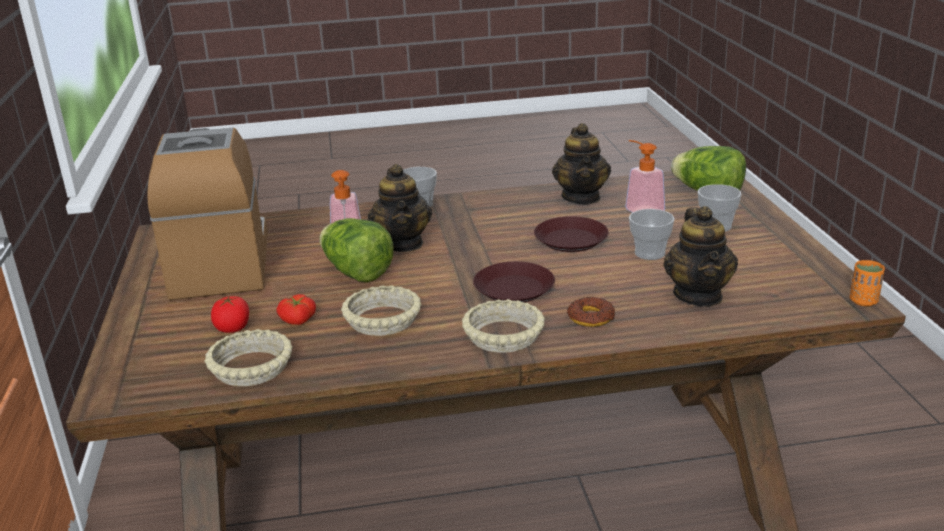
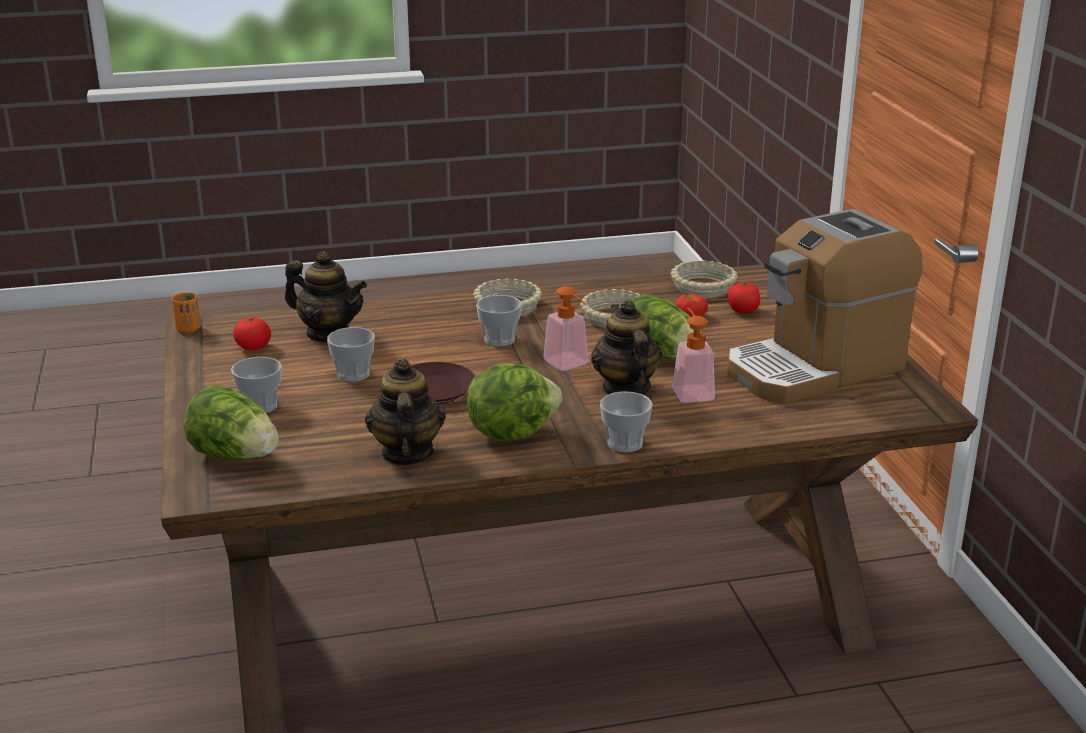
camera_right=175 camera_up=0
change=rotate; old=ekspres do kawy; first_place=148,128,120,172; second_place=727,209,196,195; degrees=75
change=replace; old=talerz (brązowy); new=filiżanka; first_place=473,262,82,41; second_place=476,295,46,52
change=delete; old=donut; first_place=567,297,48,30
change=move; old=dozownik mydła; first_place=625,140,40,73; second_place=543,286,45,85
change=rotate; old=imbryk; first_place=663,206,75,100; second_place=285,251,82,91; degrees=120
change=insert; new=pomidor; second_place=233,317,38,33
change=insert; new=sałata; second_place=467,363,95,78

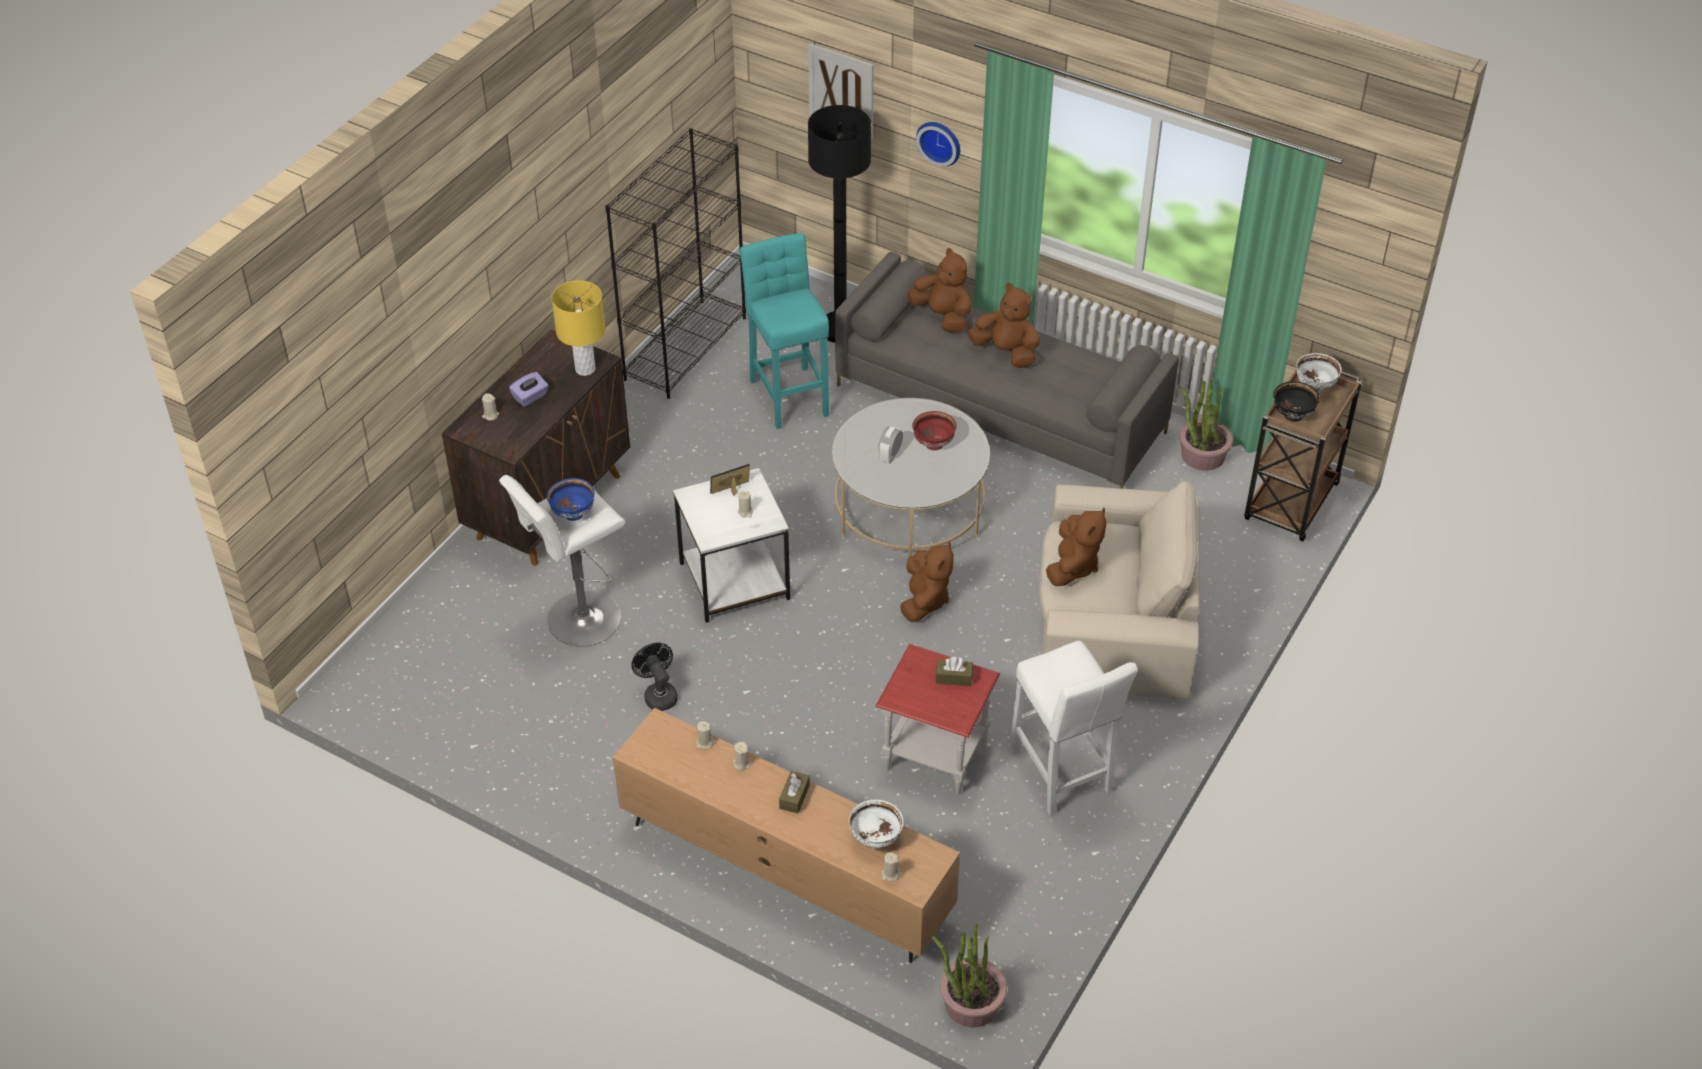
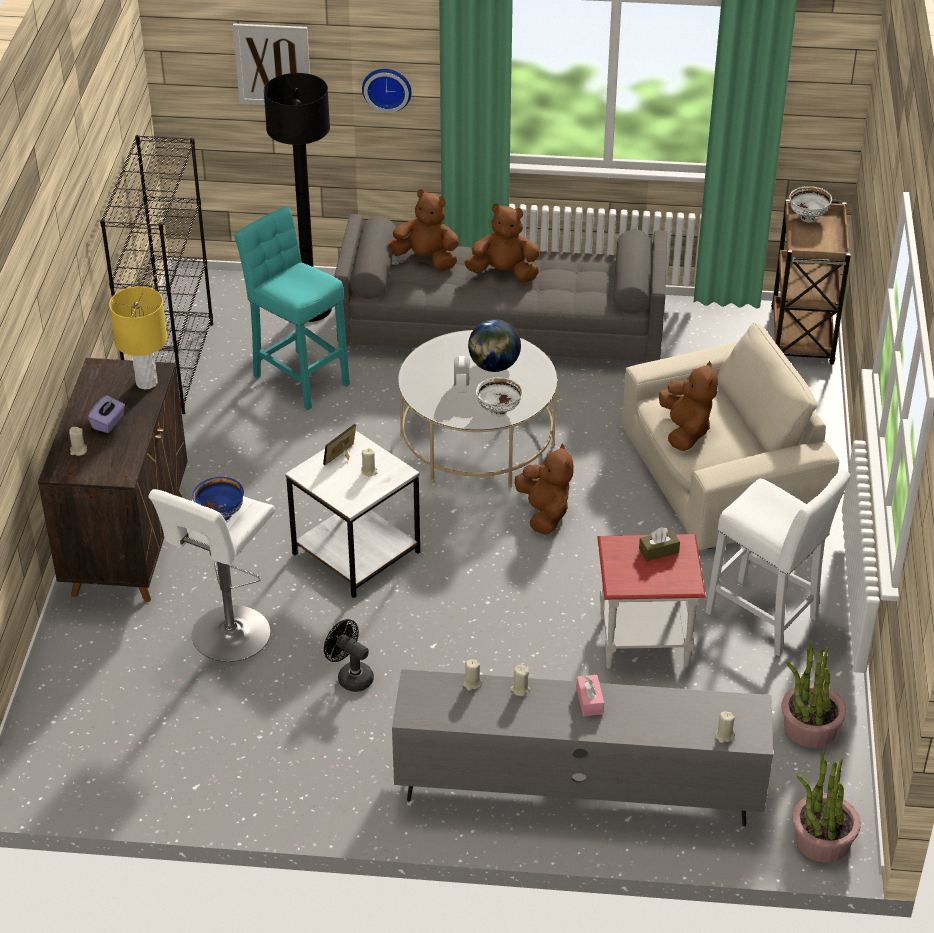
camera_right=-25 camera_up=-5
change=recolor; old=szafka pod telewizor (brązowy); new=szafka pod telewizor (szary); first_place=613,708,347,255; second_place=392,669,381,157
change=recolor; old=pudełko chusteczek (brązowy); new=pudełko chusteczek (różowy); first_place=779,771,31,43; second_place=576,675,28,41
change=move; old=miska (biały); first_place=849,800,54,48; second_place=476,377,47,40
change=replace; old=miska (czerwony); new=globus; first_place=912,411,45,39; second_place=468,319,53,53
change=move; old=roślina doniczkowa; first_place=1179,379,54,92; second_place=781,640,65,108
change=delete; old=miska (czarny); first_place=1273,381,47,41

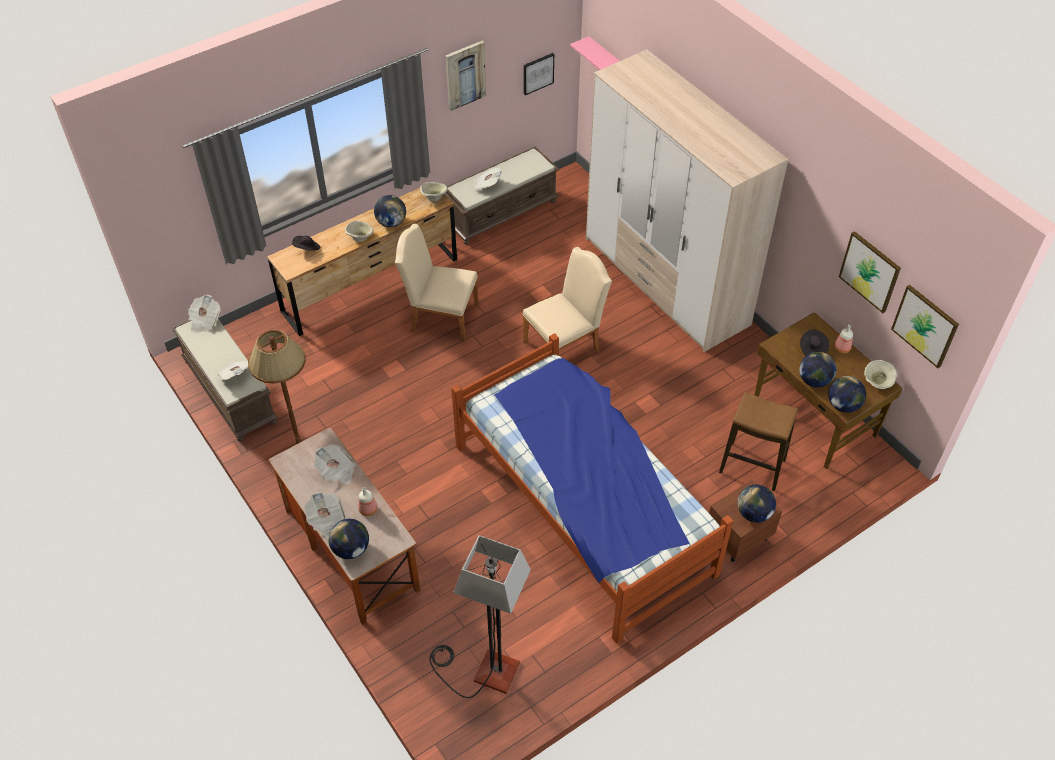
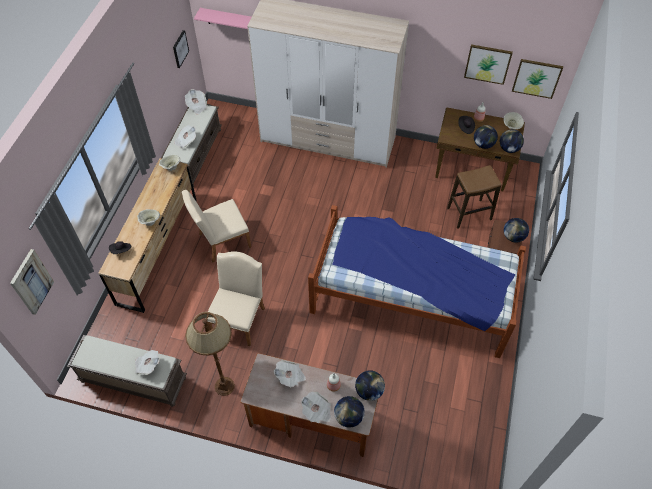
camera_right=-40 camera_up=5
change=move; old=gazeta; first_place=188,295,33,38; second_place=185,89,22,25
change=move; old=globus; first_place=374,195,32,32; second_place=355,370,30,31
change=delete; old=lampa stojąca; first_place=430,535,101,163
change=move; old=obraz; first_place=446,41,40,70; second_place=10,249,44,66
change=move; old=krzesło (beżowy); first_place=522,247,90,106; second_place=205,251,60,95

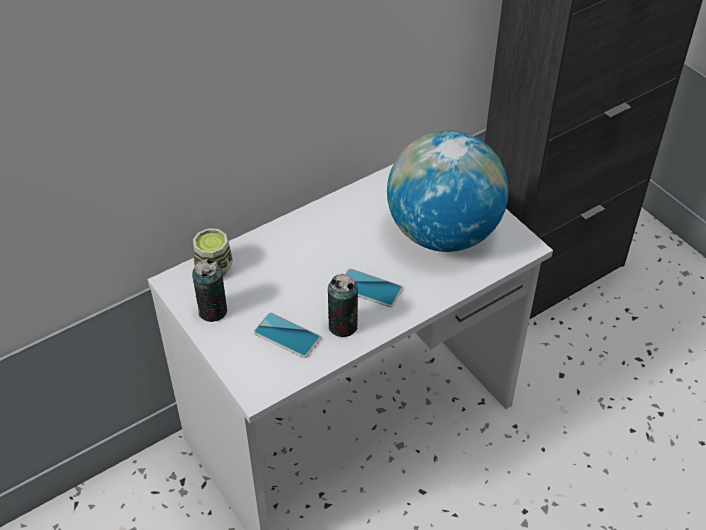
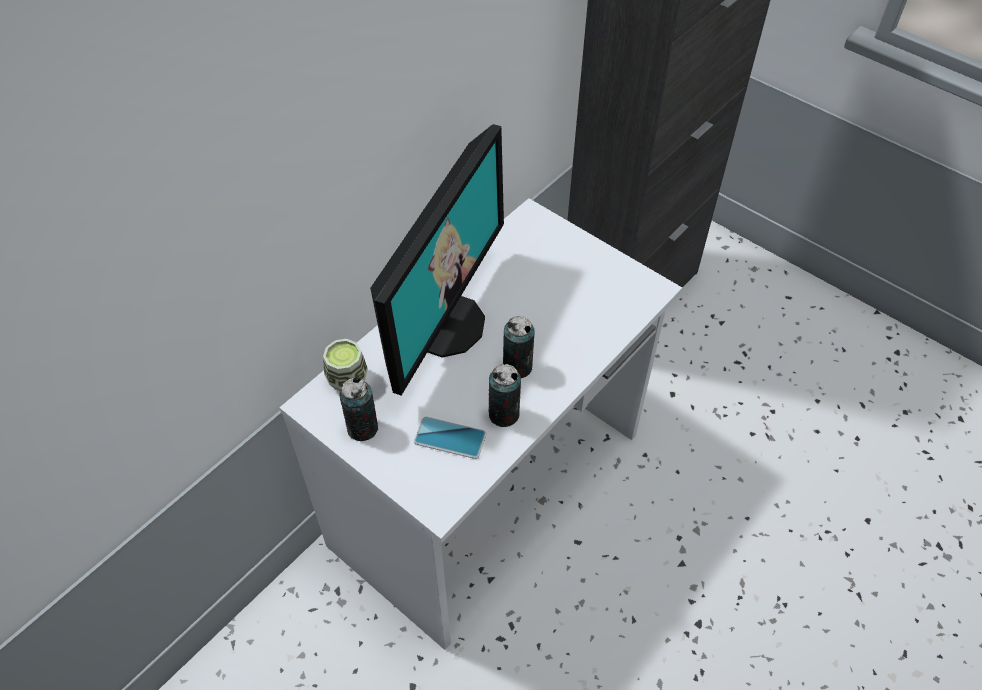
camera_right=-15 camera_up=5
change=replace; old=telefon; new=puszka; first_place=345,269,58,38; second_place=503,316,32,62
change=delete; old=globus; first_place=387,131,121,121
change=insert; new=monitor; second_place=370,124,134,272

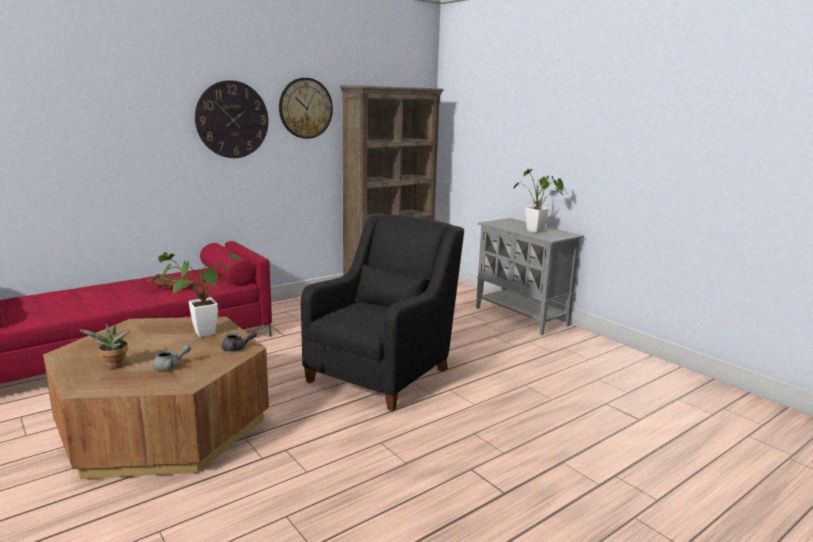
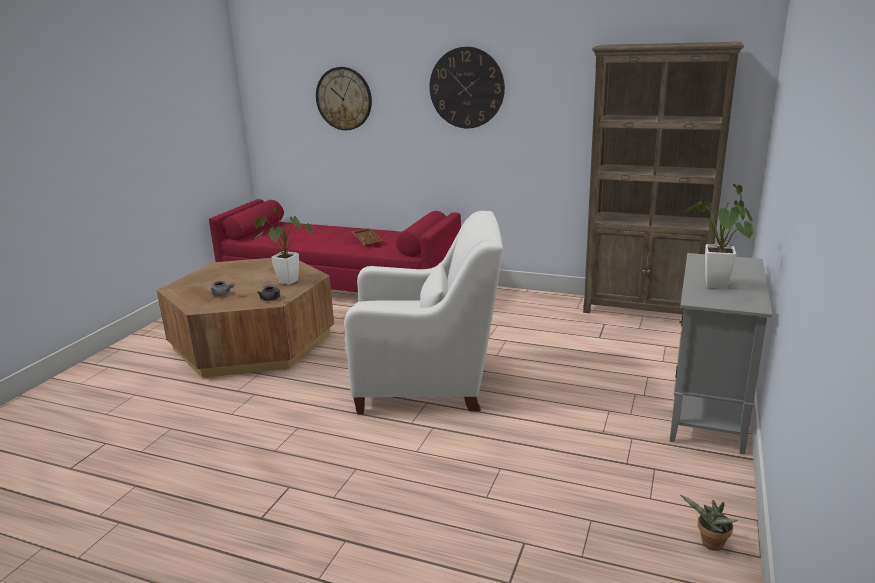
camera_right=60 camera_up=5
change=move; old=roślina doniczkowa; first_place=78,324,52,45; second_place=681,495,57,56
change=move; old=zegar ścienny; first_place=279,78,54,61; second_place=316,67,56,63
change=recolor; old=fotel (czarny); new=fotel (biały); first_place=301,215,163,196; second_place=344,211,159,203

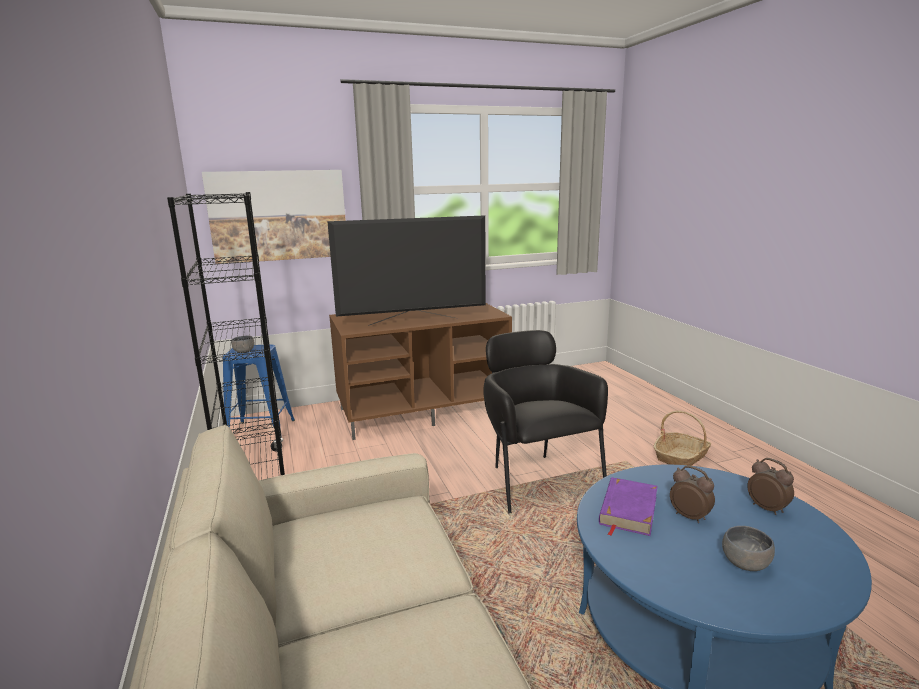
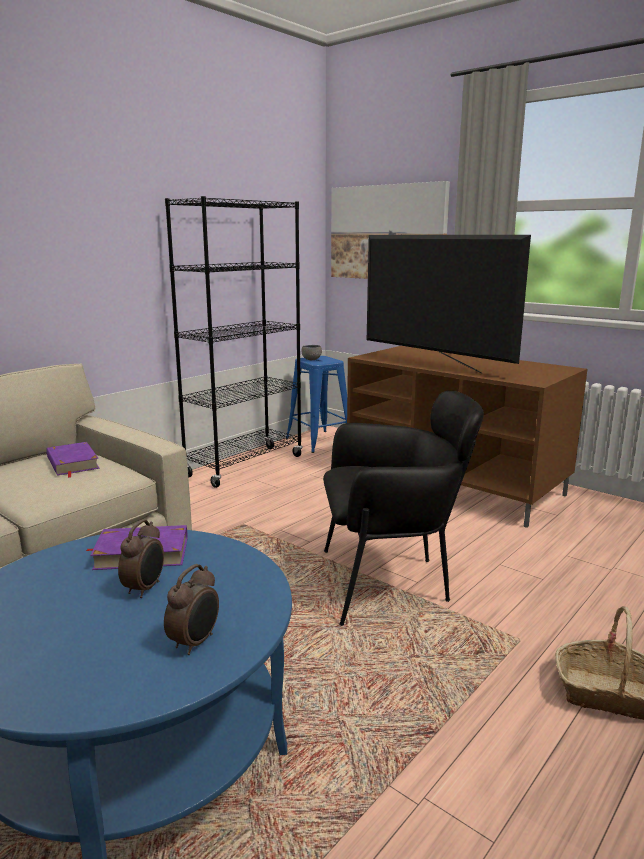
camera_right=60 camera_up=0
change=rotate; old=fotel (czarny); first_place=483,330,125,184; second_place=323,391,161,235; degrees=45
change=delete; old=miska (szary); first_place=722,526,53,45
change=insert; new=książka (fioletowy); second_place=46,442,54,36

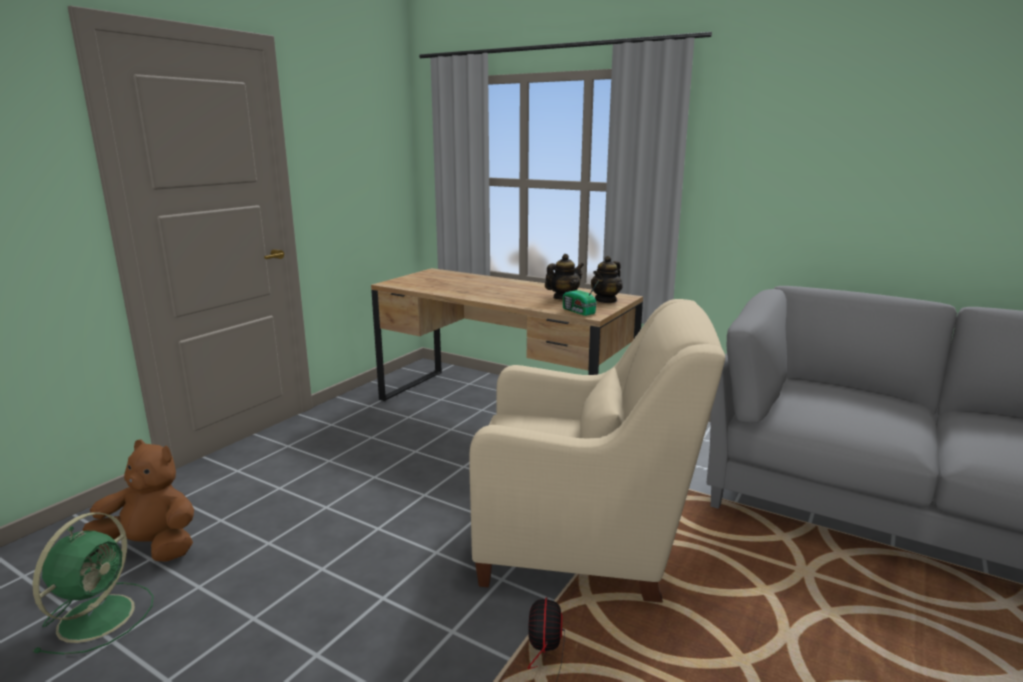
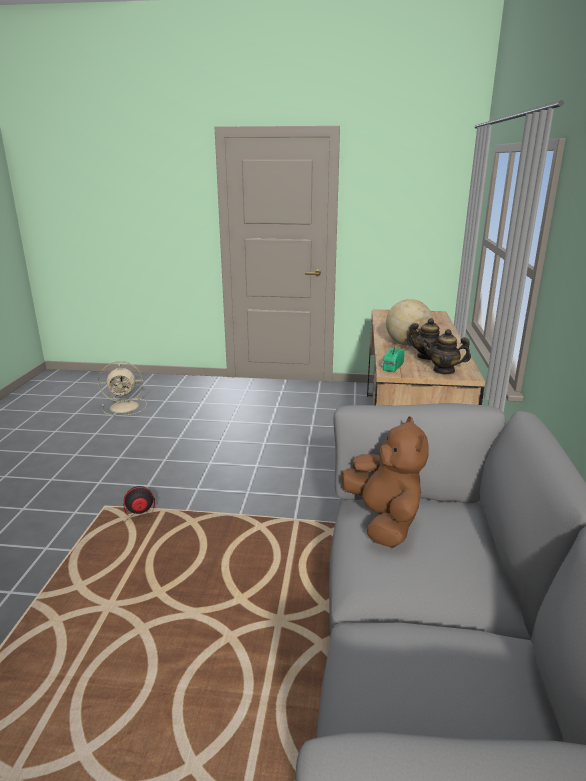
camera_right=65 camera_up=5
change=recolor; old=wentylator (zielony); new=wentylator (beżowy); first_place=32,512,121,143; second_place=98,361,49,55
change=move; old=pluszak (brązowy); first_place=82,439,112,123; second_place=342,416,87,132
change=delete; old=fotel (beżowy); first_place=469,299,256,304
change=insert; new=globus; second_place=386,299,47,47

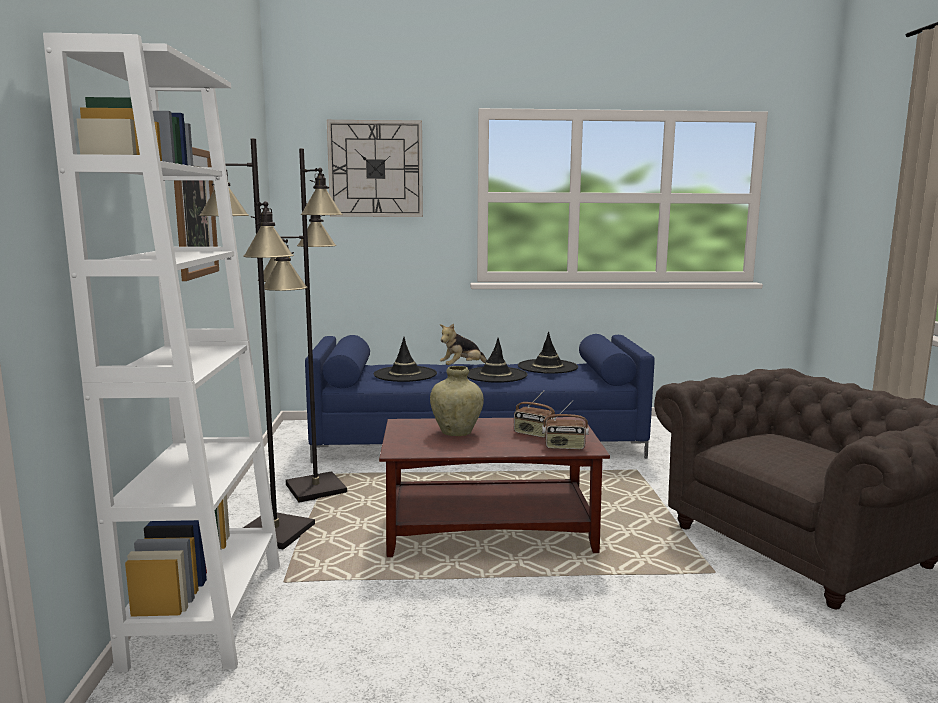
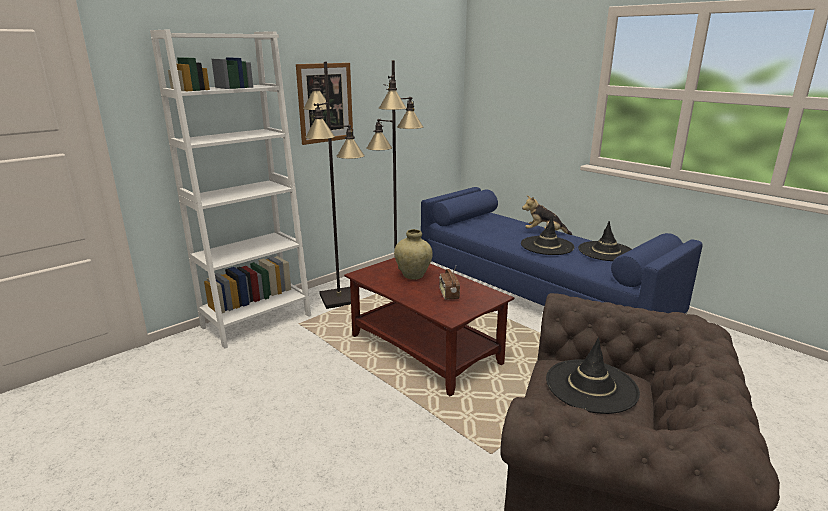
camera_right=50 camera_up=10
change=delete; old=zegar ścienny; first_place=327,120,96,97
change=move; old=kapelusz (czarny); first_place=374,337,63,45; second_place=546,338,94,76
change=delete; old=radio; first_place=542,401,47,49

